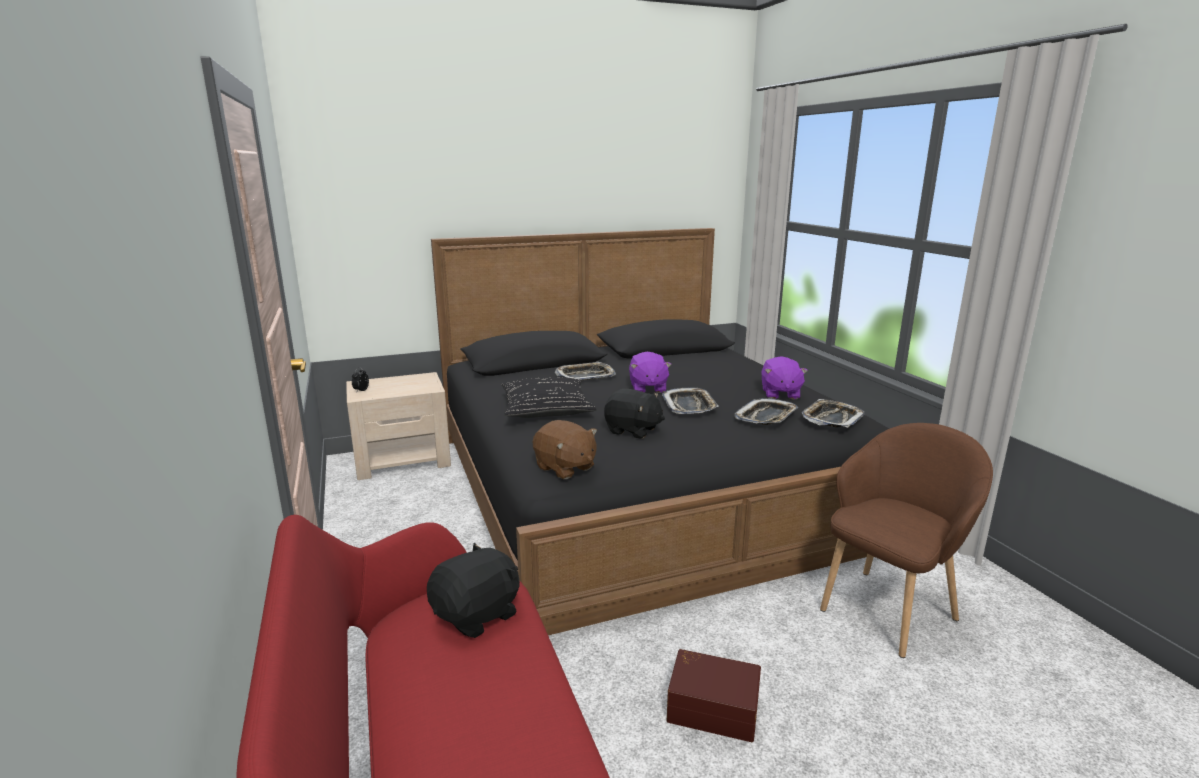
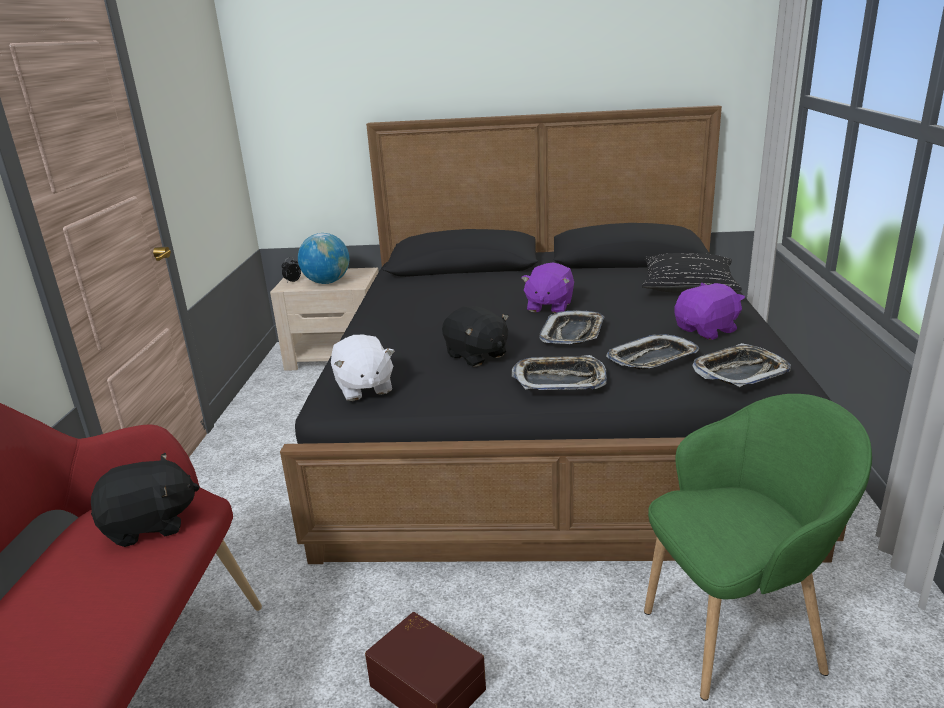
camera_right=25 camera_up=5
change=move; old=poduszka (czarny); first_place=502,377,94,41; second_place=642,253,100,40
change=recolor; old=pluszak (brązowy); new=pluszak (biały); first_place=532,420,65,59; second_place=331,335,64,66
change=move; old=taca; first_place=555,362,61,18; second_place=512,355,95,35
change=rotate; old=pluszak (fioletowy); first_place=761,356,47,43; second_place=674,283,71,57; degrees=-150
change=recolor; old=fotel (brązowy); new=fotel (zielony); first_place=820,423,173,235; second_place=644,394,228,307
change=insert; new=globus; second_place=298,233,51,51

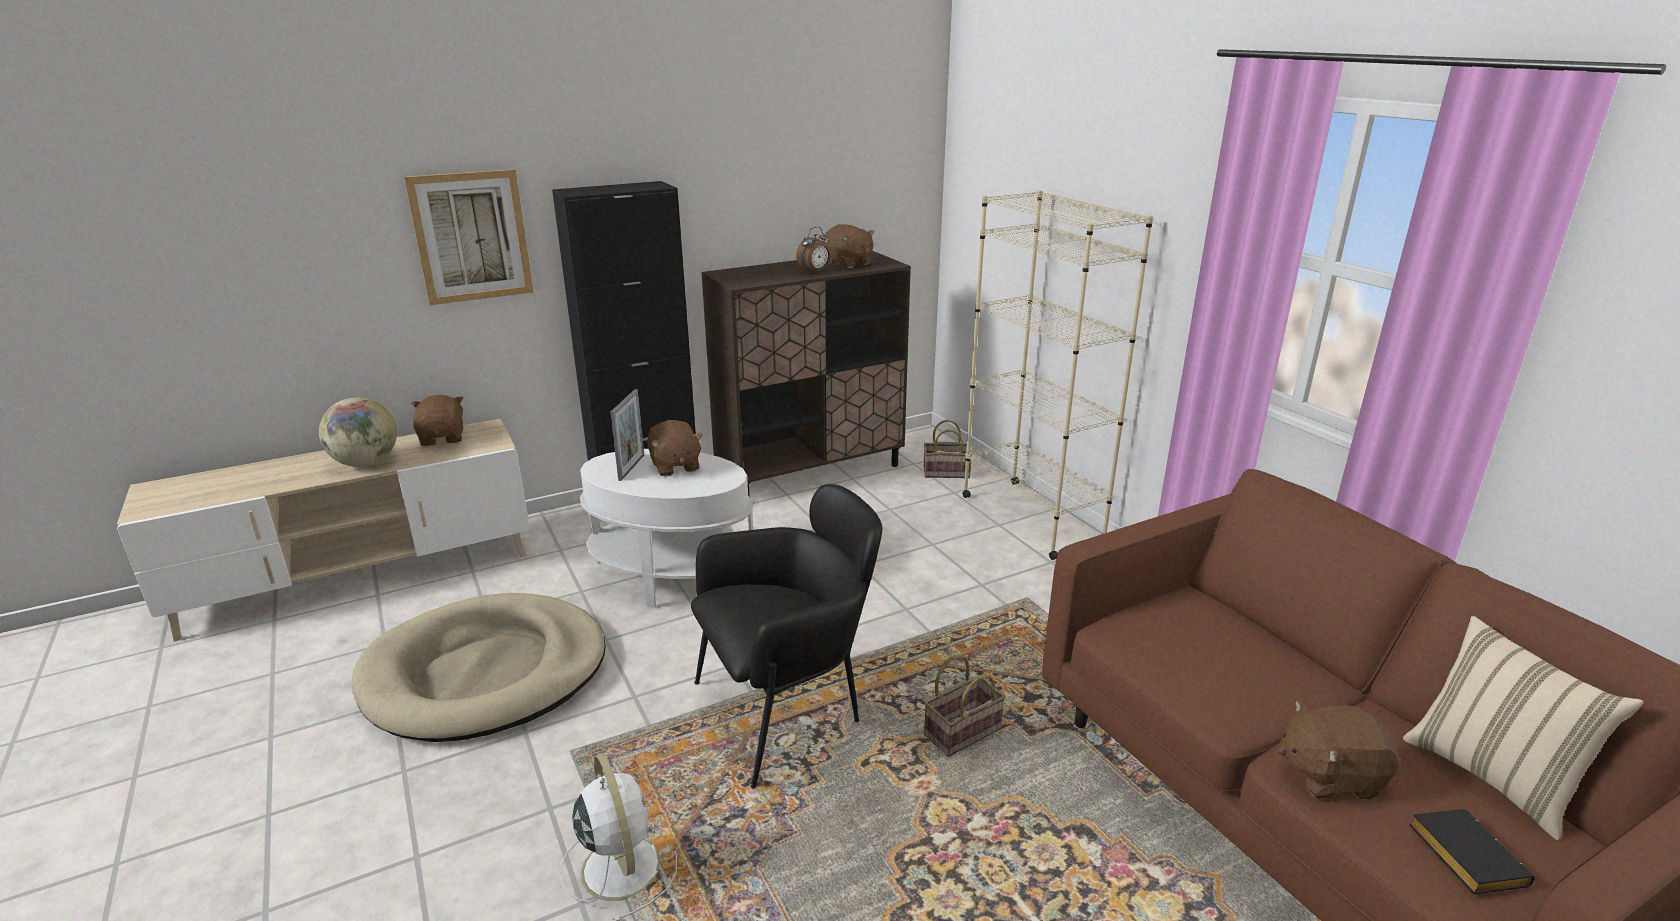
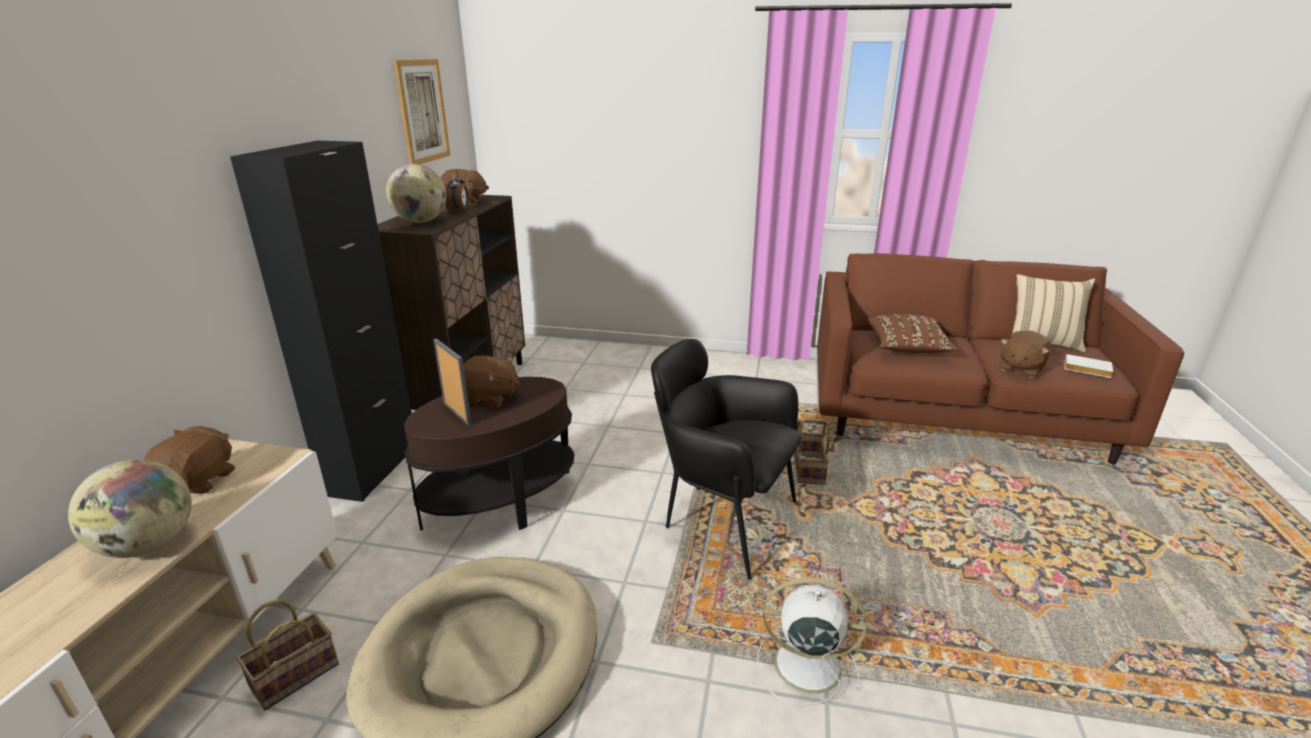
camera_right=-50 camera_up=0
change=move; old=obraz; first_place=404,169,130,136; second_place=393,59,57,106
change=rotate; old=pluszak (brązowy); first_place=411,395,52,51; second_place=144,426,91,68; degrees=75
change=recolor; old=stolik (biały); new=stolik (brązowy); first_place=580,449,173,159; second_place=404,377,170,153
change=rotate; old=fotel (czarny); first_place=691,484,191,305; second_place=651,339,151,241; degrees=-75
change=move; old=koszyk; first_place=924,420,49,58; second_place=236,600,103,110
change=delete; old=regał (beżowy); first_place=962,190,191,370
change=recolor; old=książka (czarny); new=książka (biały); first_place=1409,809,126,85; second_place=1065,354,48,24
change=insert; new=globus; second_place=386,164,60,59
change=insert; new=poduszka (brązowy); second_place=867,314,92,39

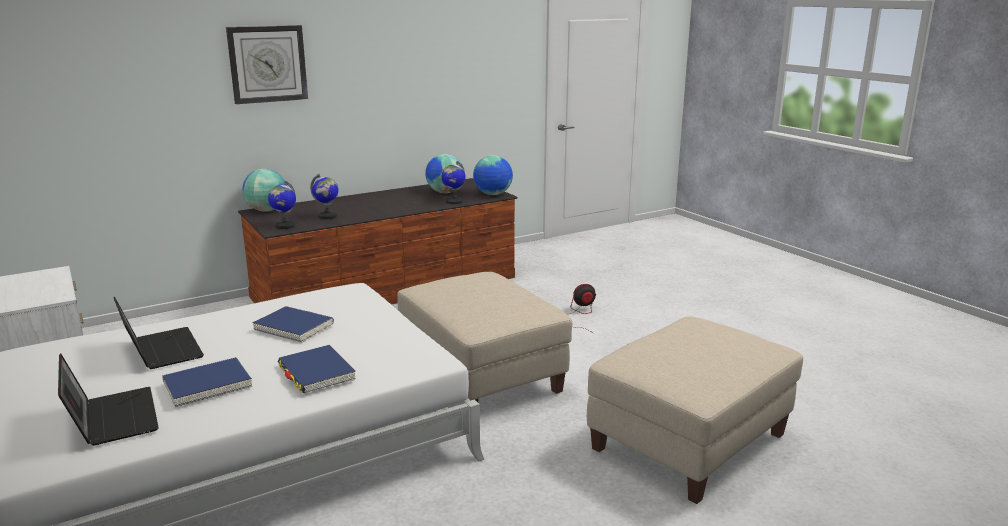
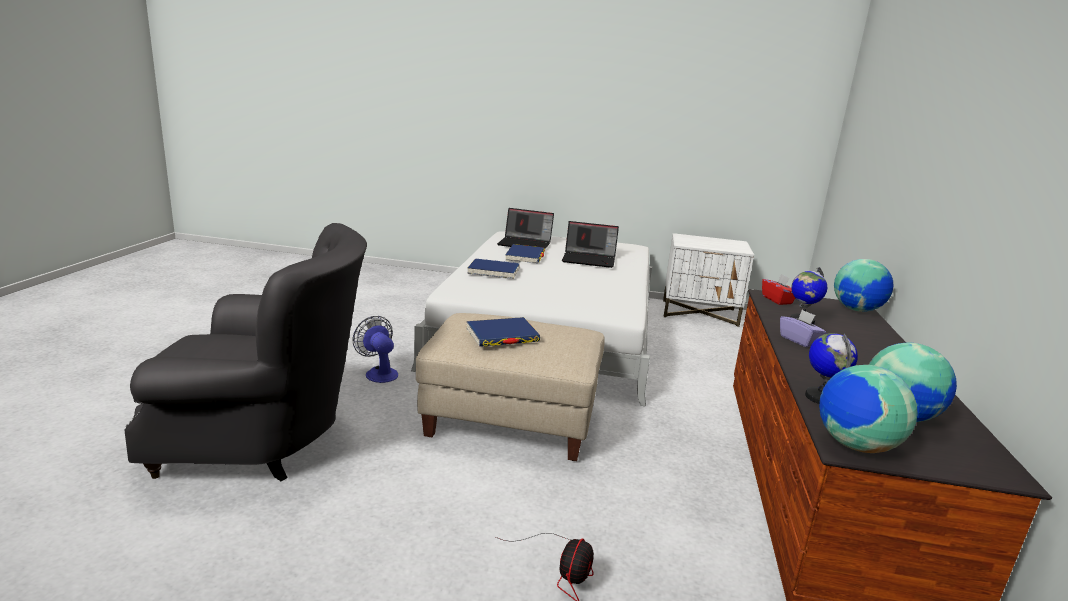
camera_right=130 camera_up=0
change=delete; old=zegar ścienny; first_place=226,25,82,79
change=move; old=książka (niebieski); first_place=252,306,82,36; second_place=466,317,74,30
change=replace; old=globus; new=pudełko chusteczek (czerwony); first_place=268,181,28,48; second_place=762,274,33,31
change=replace; old=pufa (beżowy); new=fotel (szary); first_place=587,316,216,188; second_place=124,223,243,258
change=insert; new=wentylator; second_place=353,316,45,67
change=insert; new=pudełko chusteczek (fioletowy); second_place=780,310,46,37

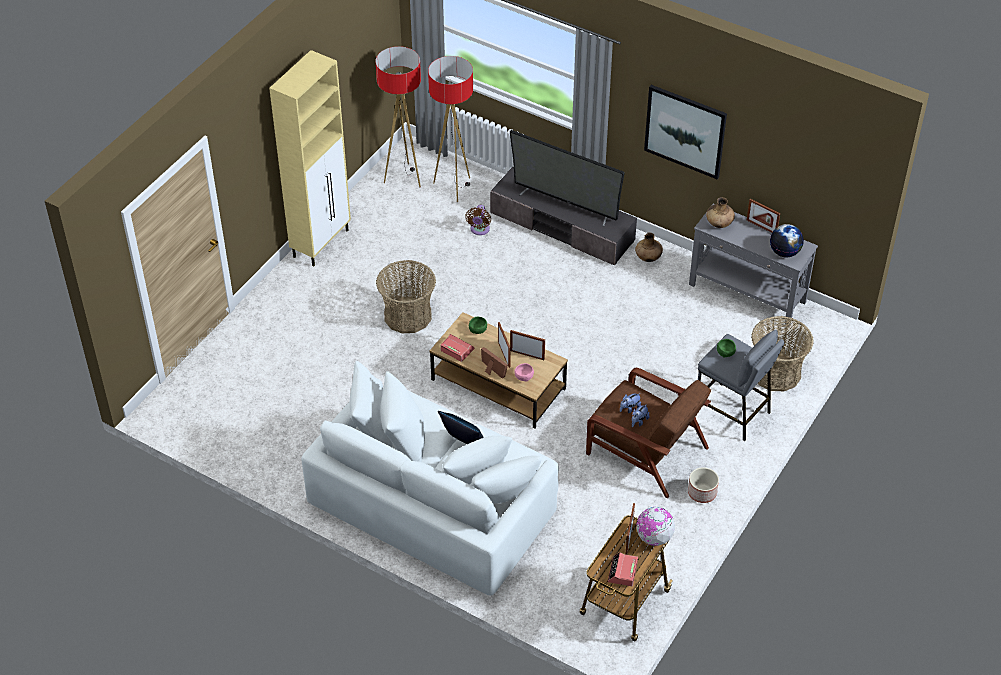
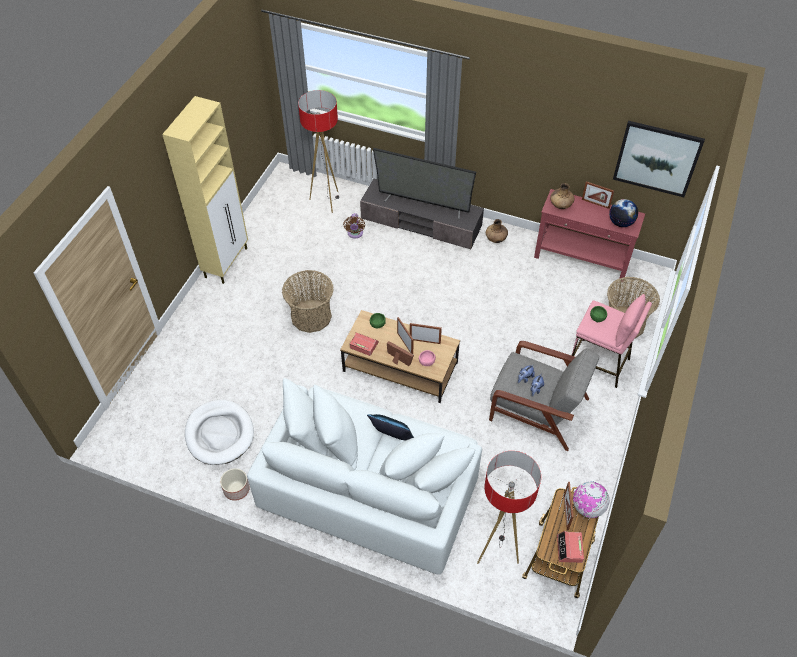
camera_right=-10 camera_up=5
change=move; old=lampa stojąca; first_place=376,46,45,141; second_place=477,451,64,113
change=recolor; old=fotel (brązowy); new=fotel (szary); first_place=586,368,125,130; second_place=489,341,110,110
change=move; old=obraz; first_place=644,85,83,94; second_place=613,121,92,76
change=move; old=donica; first_place=688,467,31,36; second_place=220,468,30,33
change=recolor; old=stolik konsolowy (szary); new=stolik konsolowy (czerwony); first_place=689,204,129,122; second_place=534,189,111,93
change=recolor; old=stołek (szary); new=stołek (różowy); first_place=698,330,87,111; second_place=572,294,80,94
change=insert; new=legowisko (biały); second_place=185,400,69,65

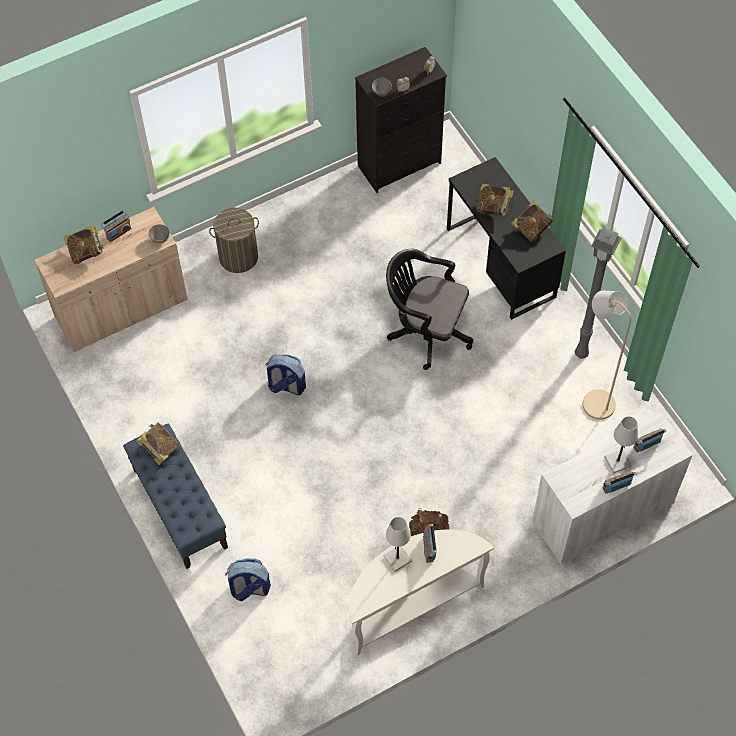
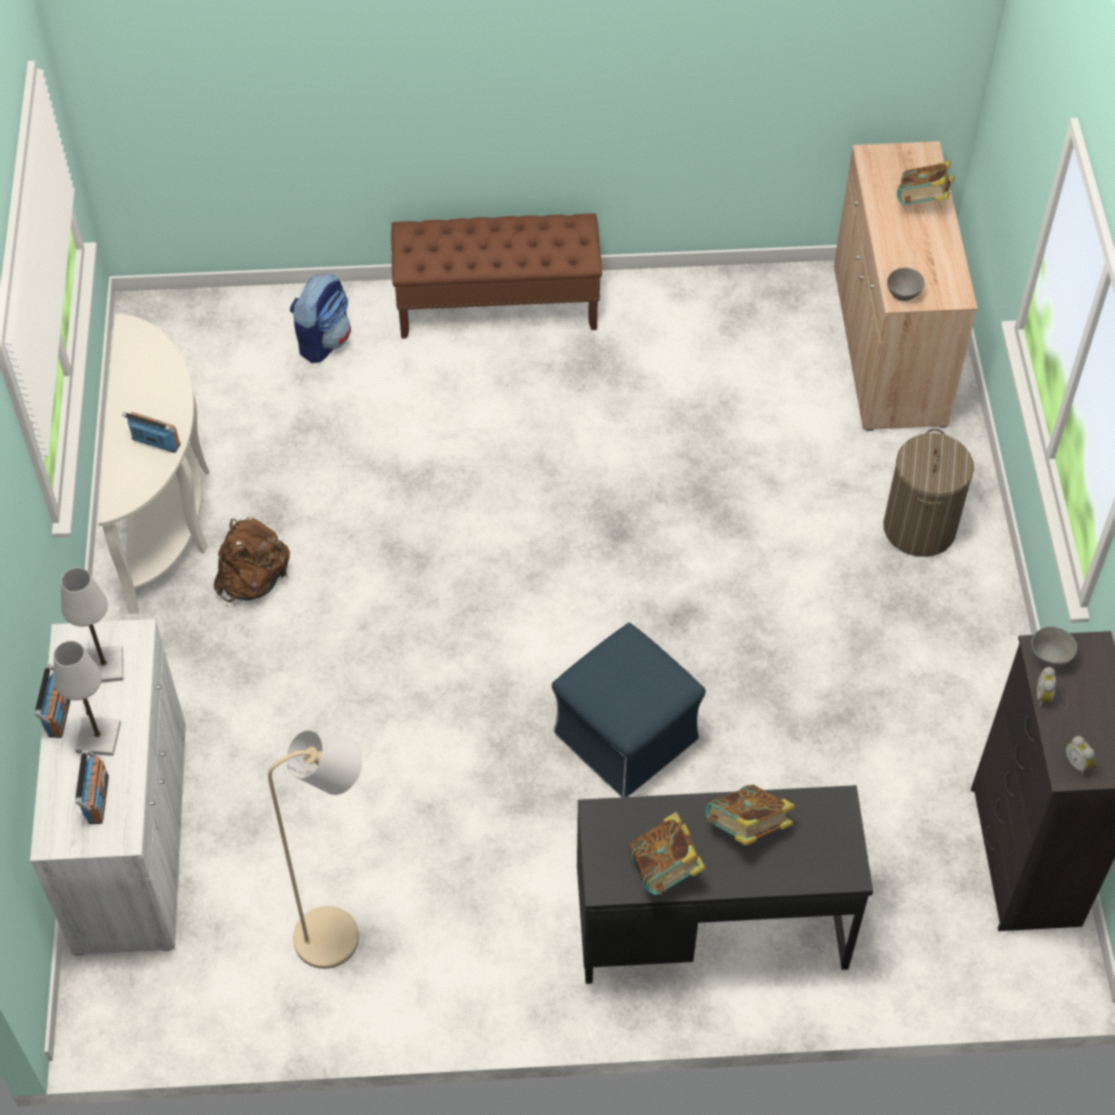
camera_right=115 camera_up=-5
change=delete; old=radio; first_place=101,210,30,32
change=recolor; old=ławka (niebieski); new=ławka (brązowy); first_place=123,424,105,145; second_place=391,214,211,125
change=delete; old=książka; first_place=136,422,44,43
change=delete; old=plecak; first_place=265,354,41,41
change=move; old=lampa stołowa (biały); first_place=384,517,28,55; second_place=61,568,62,115
change=replace; old=krzesło biurowe (czarny); new=pufa (niebieski); first_place=386,249,87,121; second_place=552,623,154,174
change=delete; old=lampa stojąca (szary); first_place=575,227,47,132

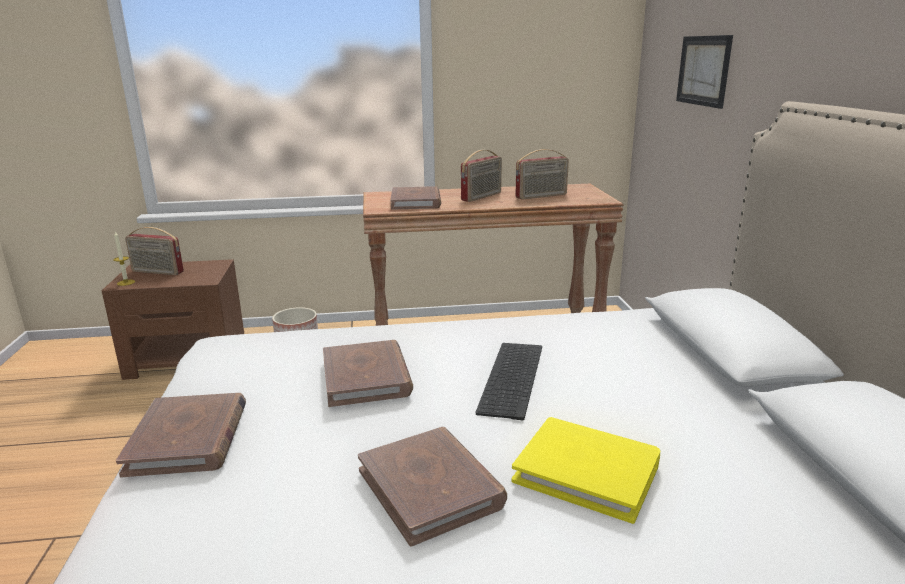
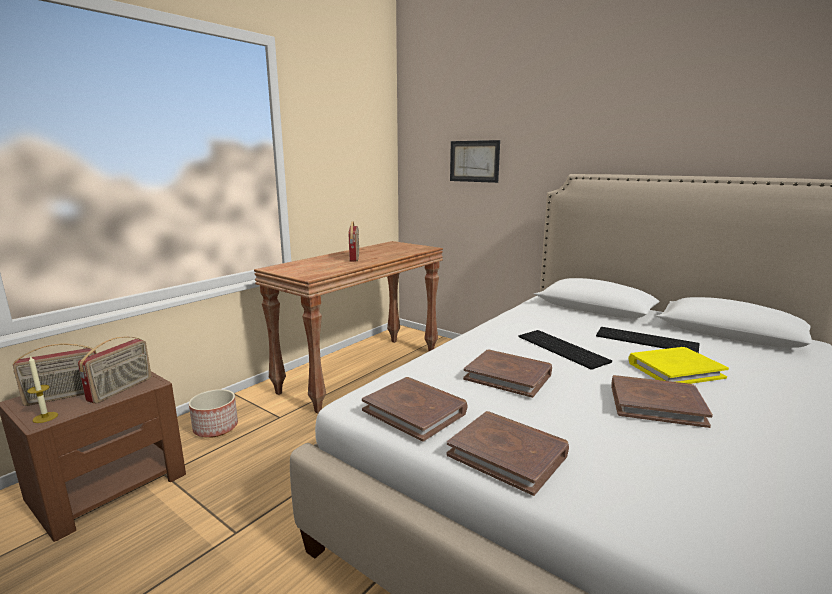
camera_right=-45 camera_up=-5
change=move; old=książka (brązowy); first_place=391,186,50,24; second_place=362,377,106,65
change=move; old=radio; first_place=515,149,54,50; second_place=78,336,74,68
change=insert; new=klawiatura; second_place=596,327,104,26

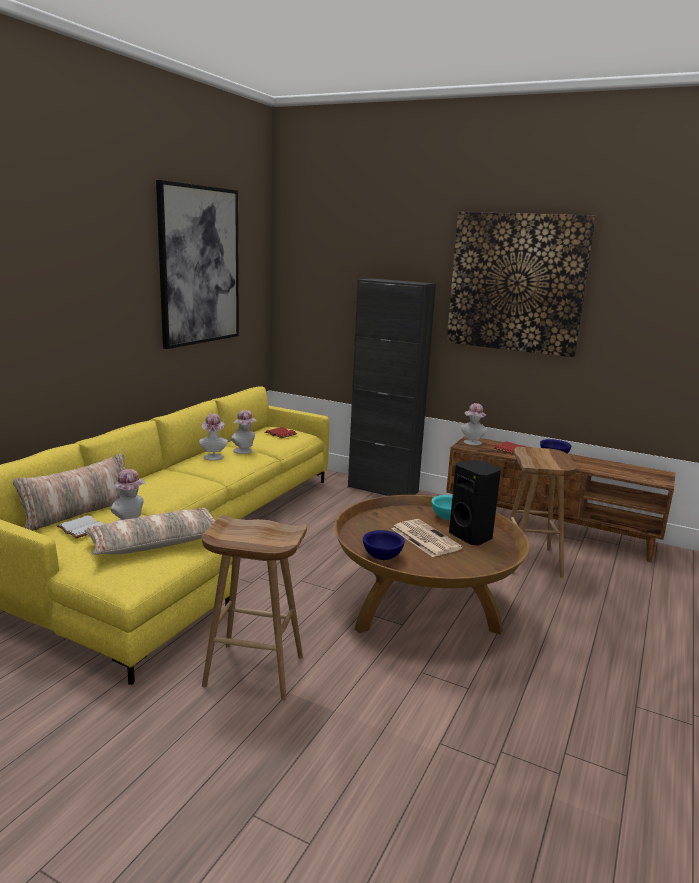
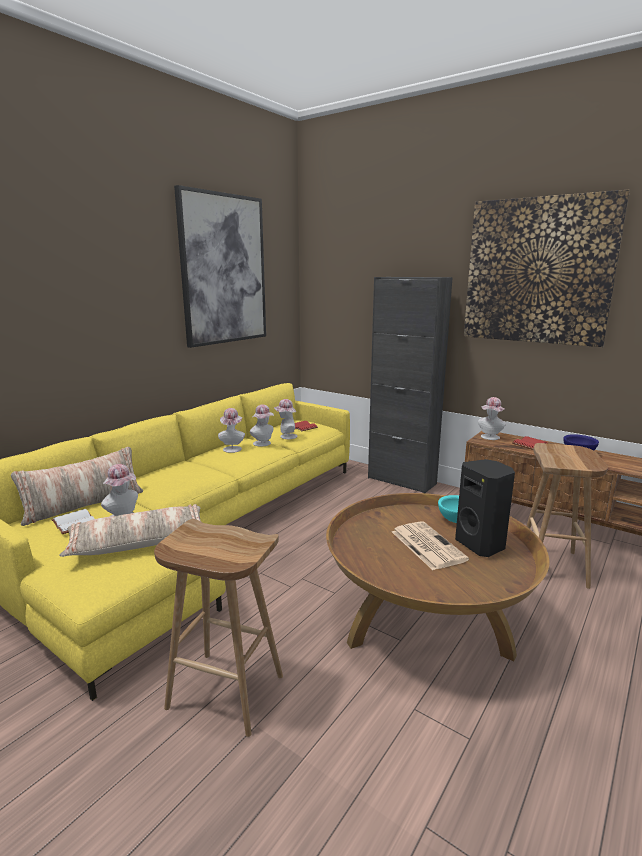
camera_right=10 camera_up=0
change=delete; old=miska (niebieski); first_place=363,530,42,30
change=insert; new=kapelusz; second_place=274,399,24,40

